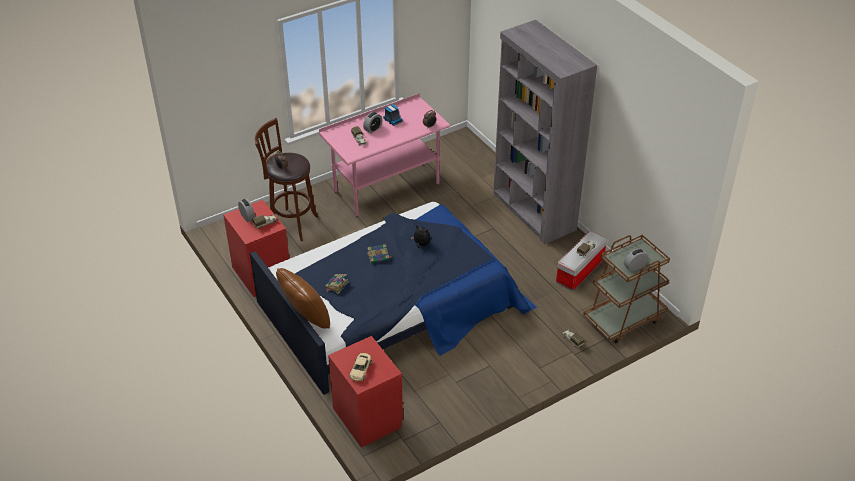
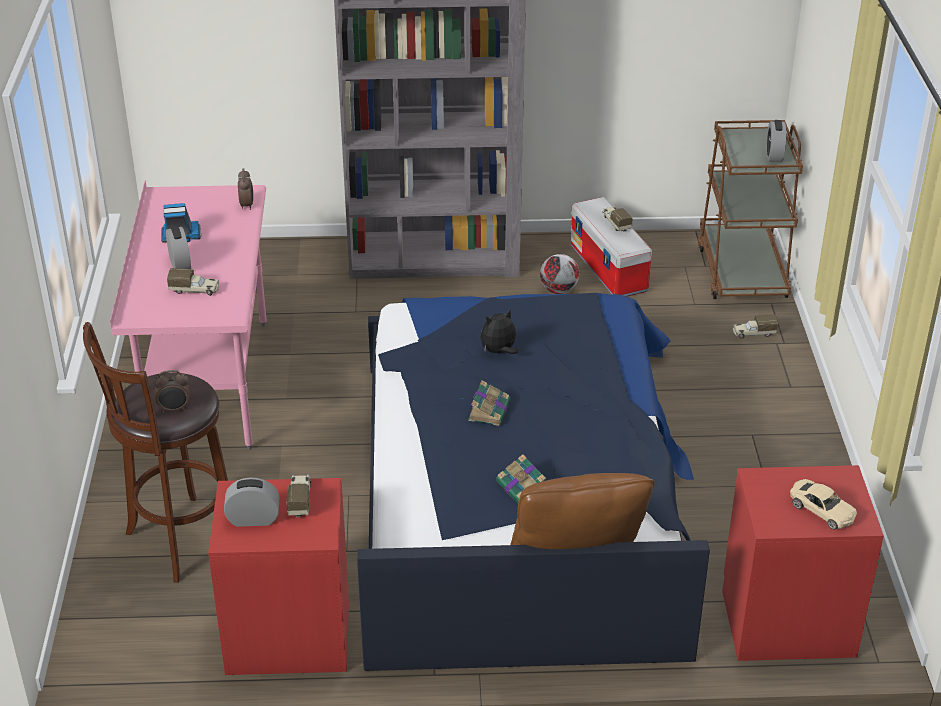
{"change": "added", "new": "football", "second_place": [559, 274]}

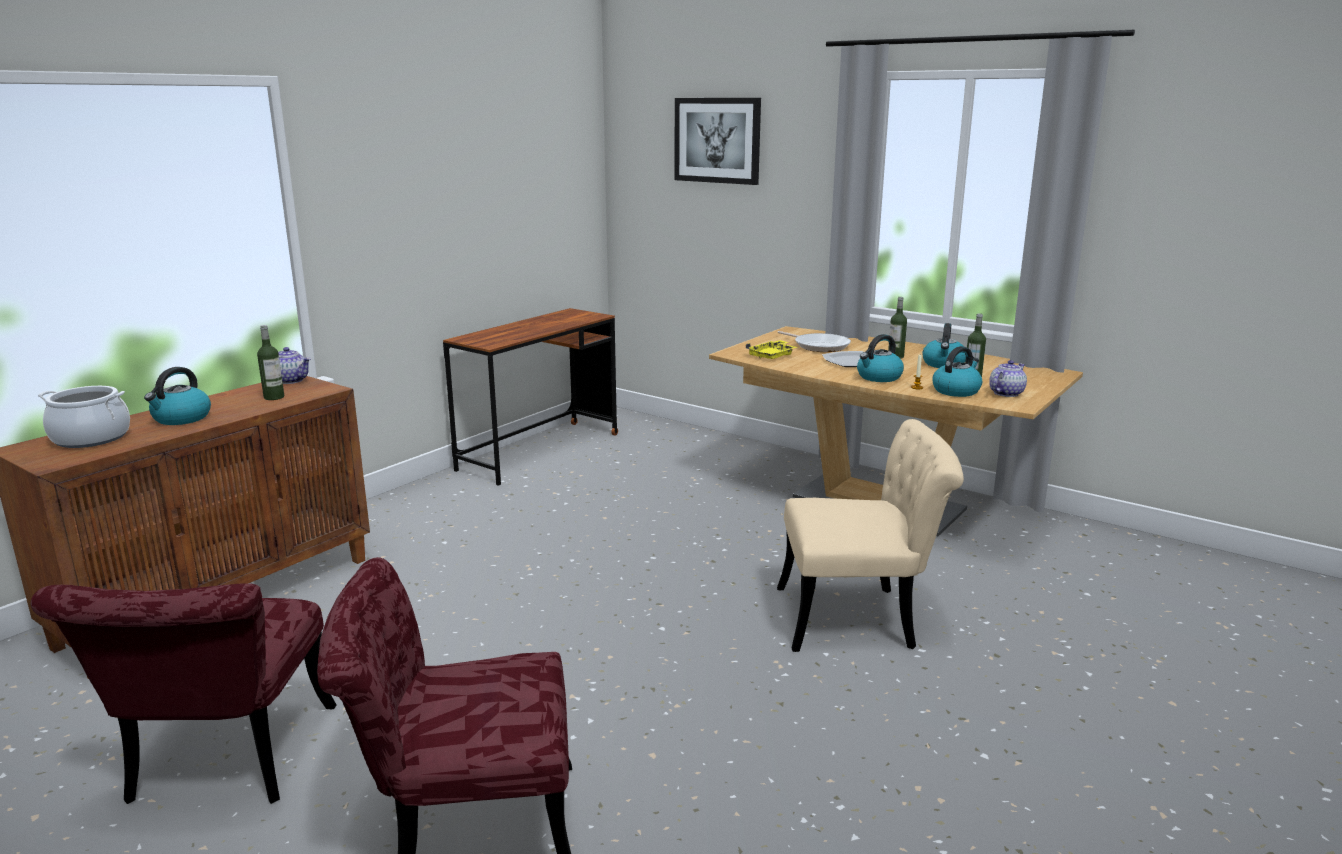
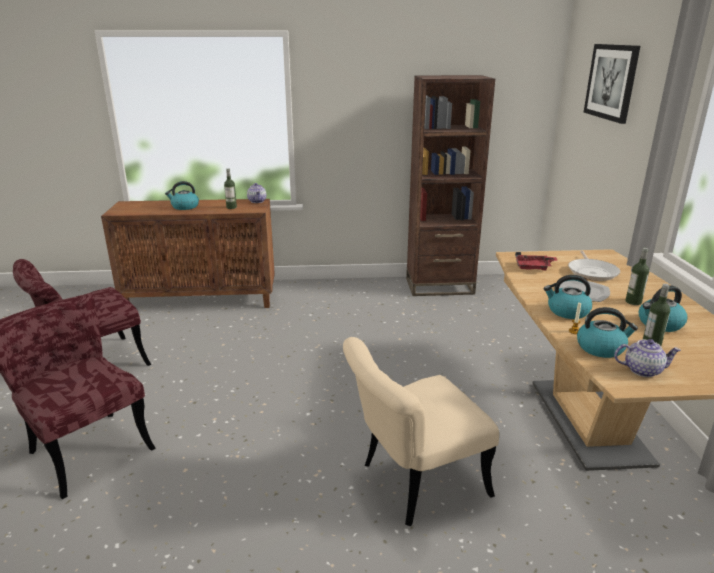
{"change": "replaced", "old": "desk in brown", "new": "bookcase in brown", "first_place": [530, 397], "second_place": [450, 185]}
{"change": "recoloured", "old": "tray in yellow", "new": "tray in red", "first_place": [771, 349], "second_place": [536, 261]}
{"change": "removed", "old": "cooking pot", "first_place": [84, 417]}
{"change": "turned", "old": "chair in beige", "first_place": [870, 535], "second_place": [421, 431], "degrees": 105}

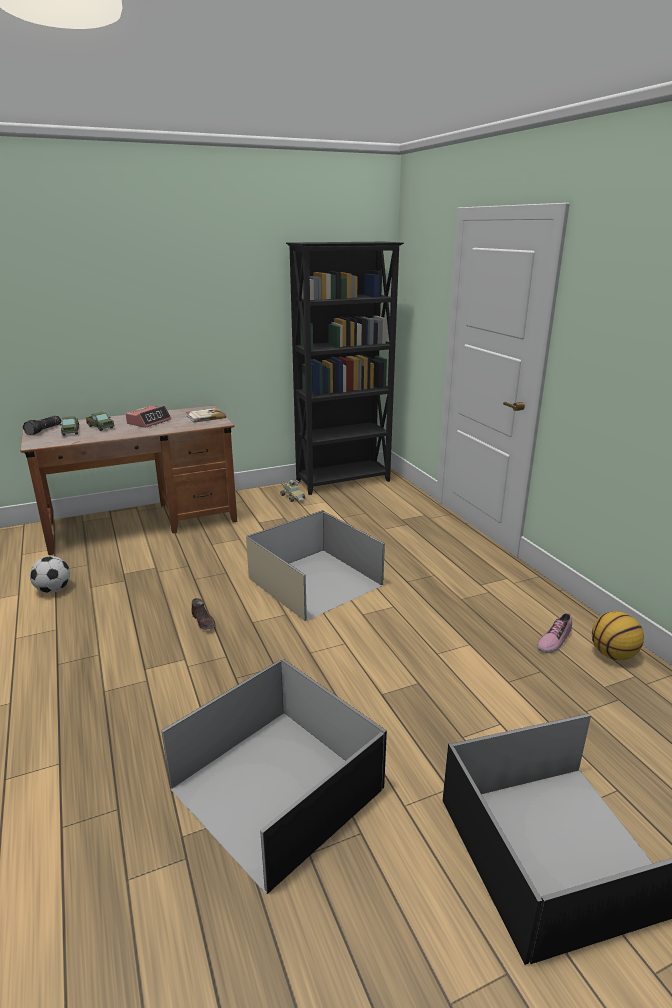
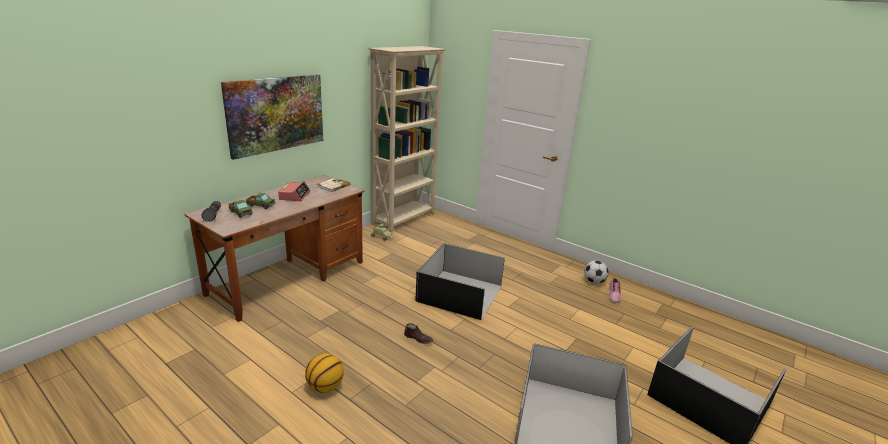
{"change": "recoloured", "old": "bookcase in black", "new": "bookcase in beige", "first_place": [345, 368], "second_place": [407, 139]}
{"change": "recoloured", "old": "storage box in beige", "new": "storage box in black", "first_place": [315, 565], "second_place": [460, 281]}
{"change": "moved", "old": "football", "first_place": [50, 574], "second_place": [596, 272]}
{"change": "moved", "old": "basketball", "first_place": [618, 635], "second_place": [324, 373]}
{"change": "added", "new": "picture", "second_place": [272, 117]}

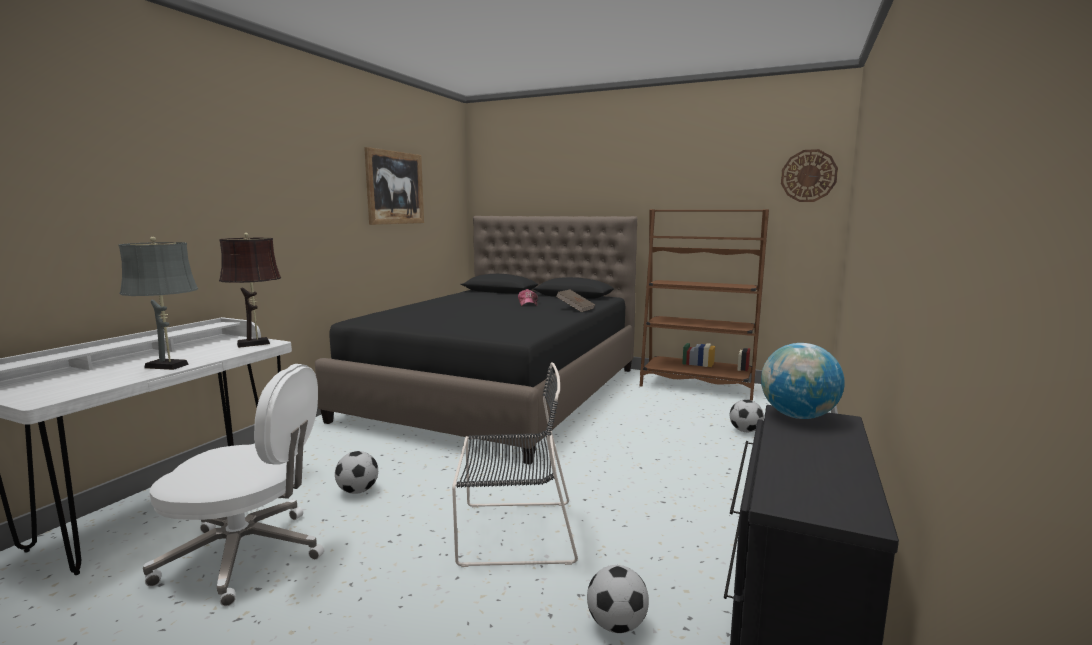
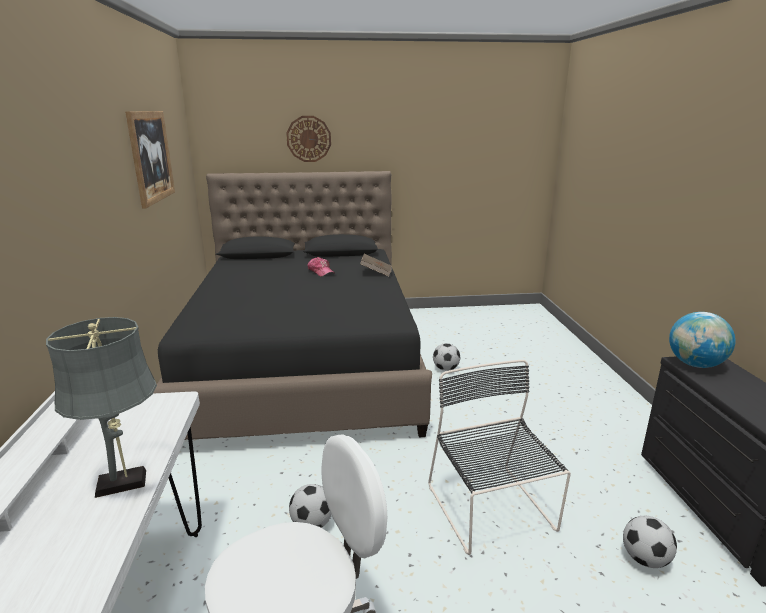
{"change": "moved", "old": "wall clock", "first_place": [809, 175], "second_place": [308, 139]}
{"change": "removed", "old": "bookcase in brown", "first_place": [704, 305]}
{"change": "removed", "old": "table lamp in brown", "first_place": [250, 290]}
{"change": "turned", "old": "chair in black", "first_place": [515, 464], "second_place": [499, 457], "degrees": -75}
{"change": "moved", "old": "football", "first_place": [747, 416], "second_place": [446, 357]}

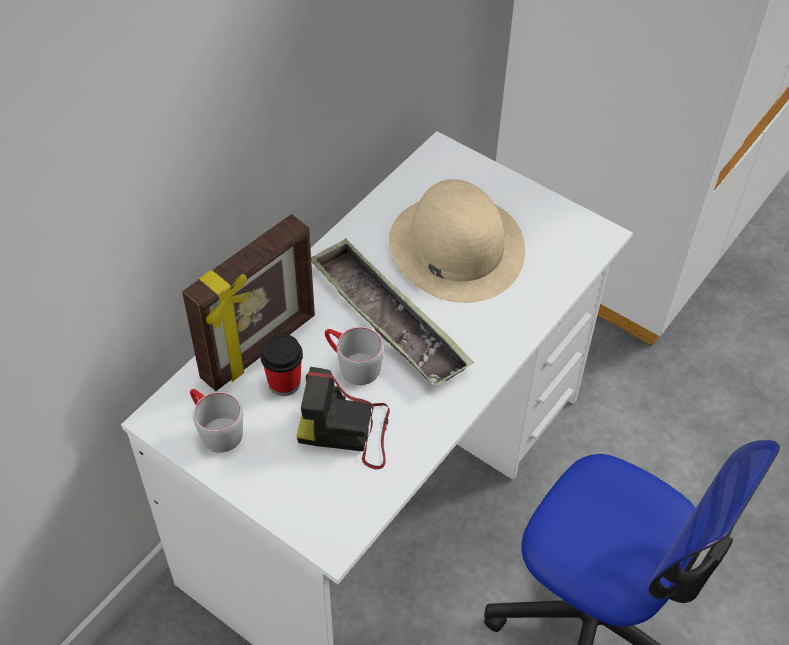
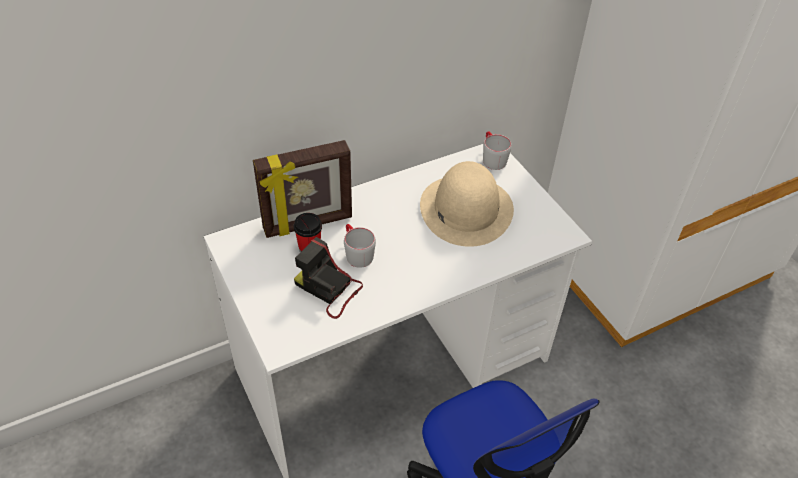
{"change": "removed", "old": "tray", "first_place": [392, 312]}
{"change": "moved", "old": "mug in grey", "first_place": [216, 421], "second_place": [497, 150]}

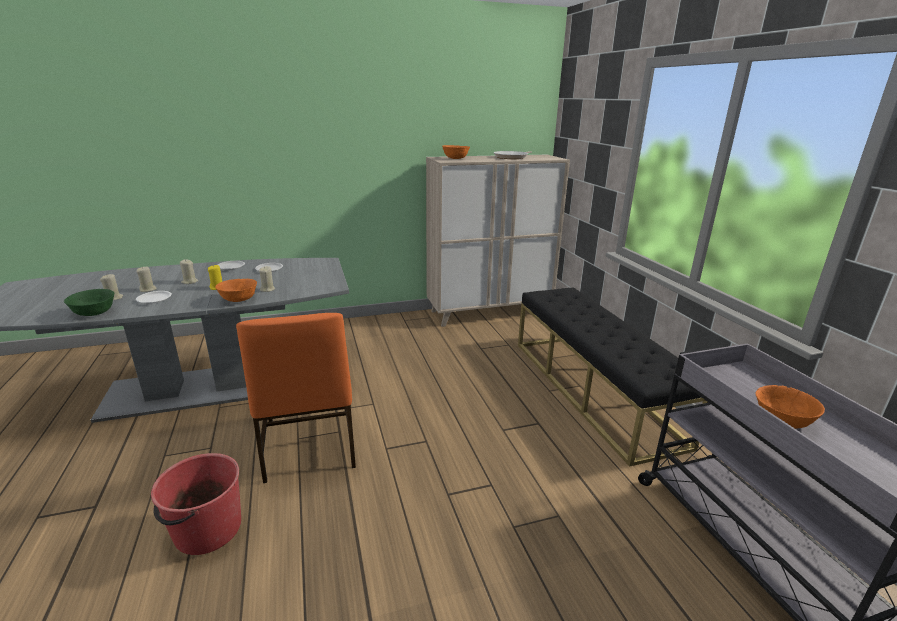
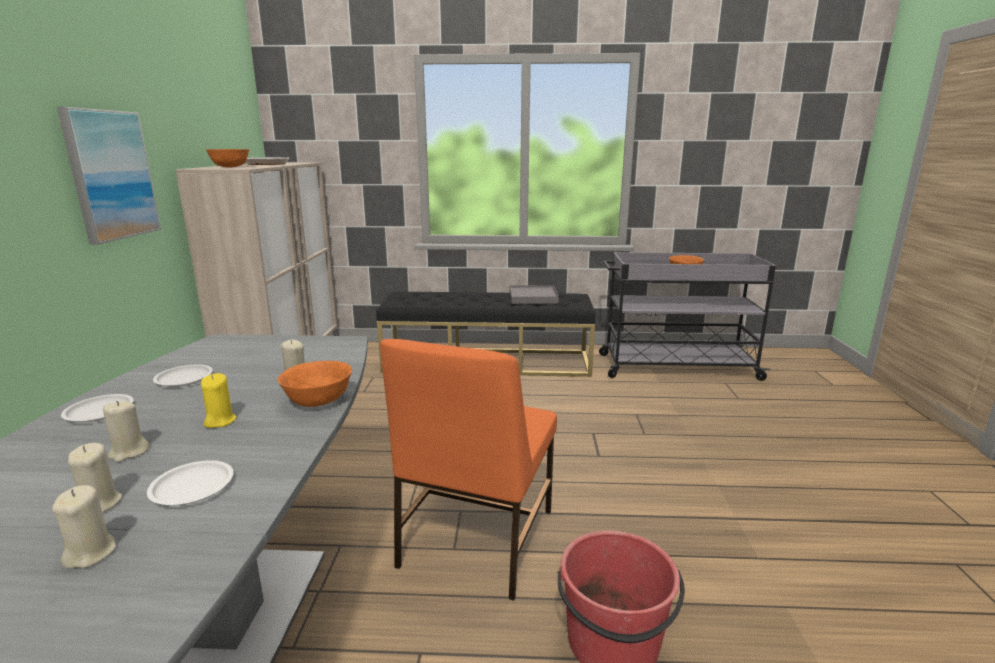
{"change": "removed", "old": "bowl in green", "first_place": [89, 302]}
{"change": "turned", "old": "chair in orange", "first_place": [296, 398], "second_place": [468, 469], "degrees": 105}
{"change": "added", "new": "picture", "second_place": [109, 176]}
{"change": "added", "new": "tray in grey", "second_place": [534, 294]}

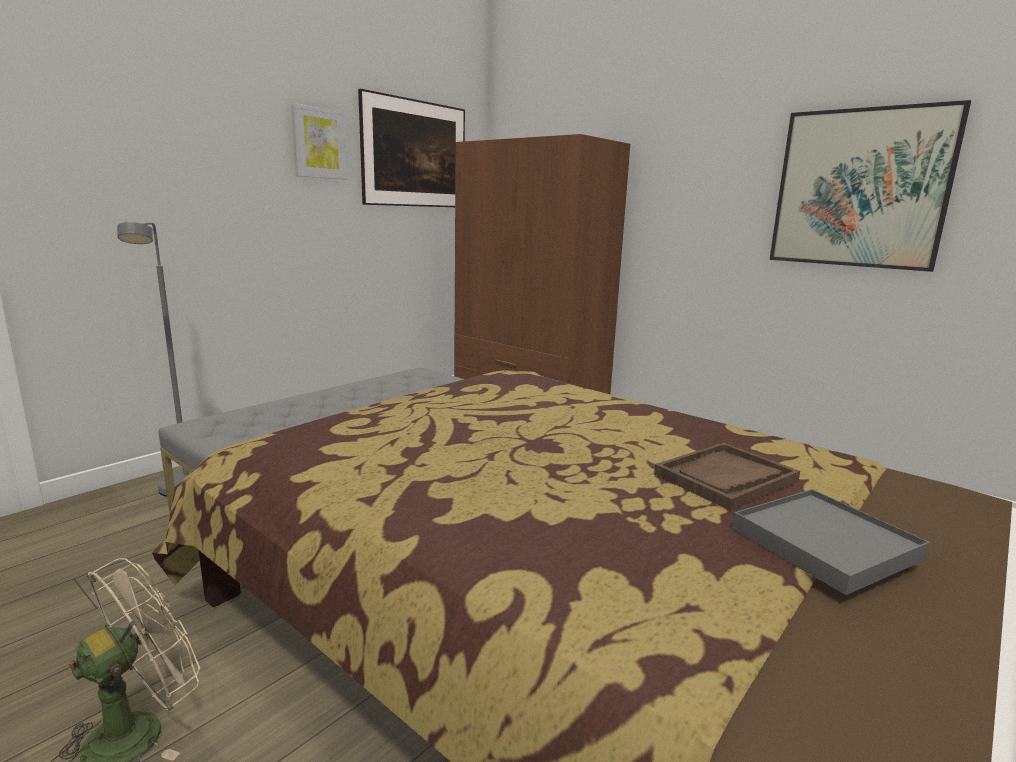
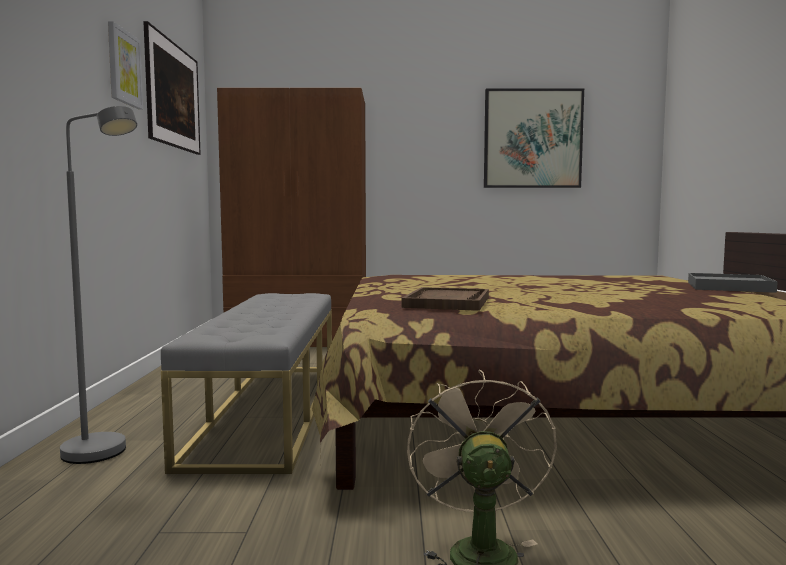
{"change": "moved", "old": "tray in brown", "first_place": [727, 476], "second_place": [445, 299]}

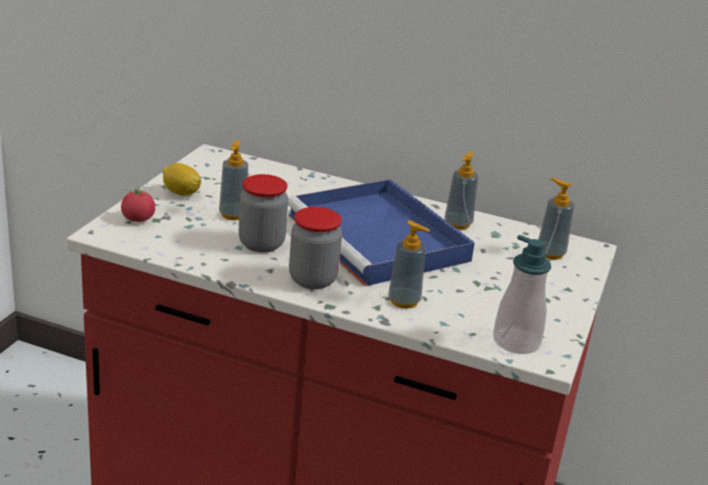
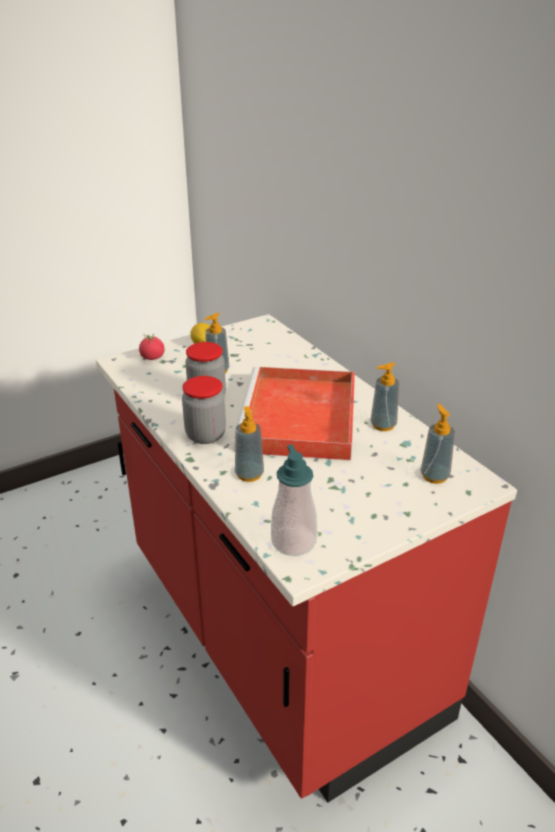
{"change": "recoloured", "old": "tray in blue", "new": "tray in red", "first_place": [381, 232], "second_place": [294, 413]}

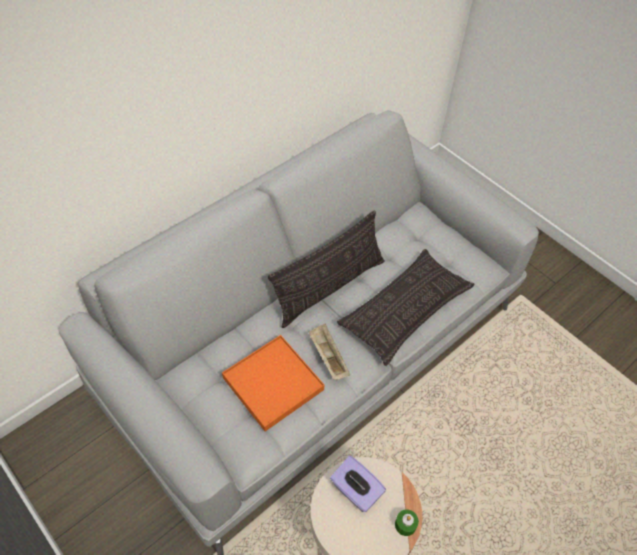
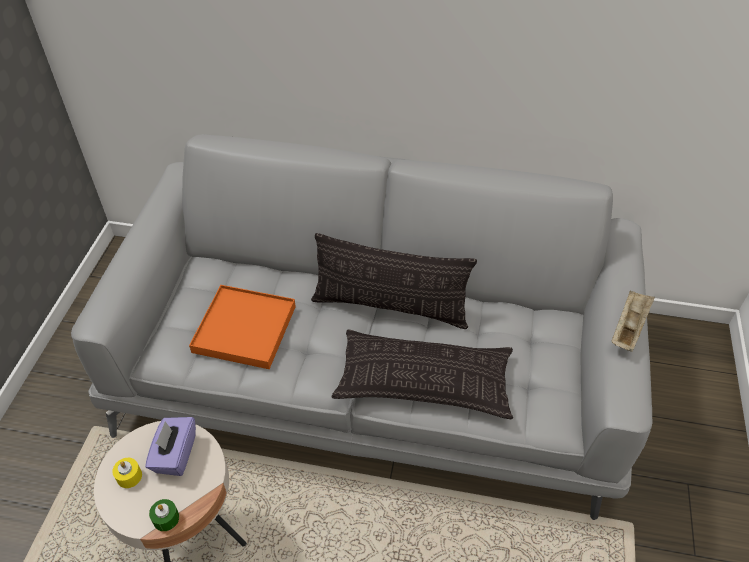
{"change": "moved", "old": "tray in beige", "first_place": [329, 352], "second_place": [633, 321]}
{"change": "added", "new": "candle in yellow", "second_place": [127, 473]}

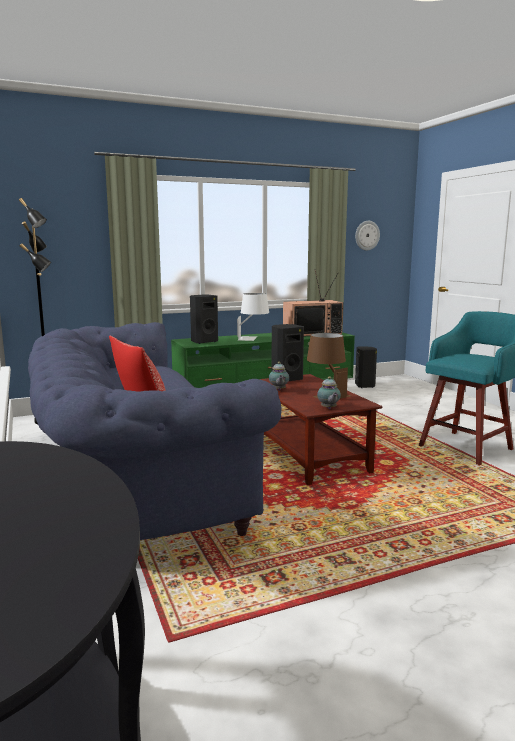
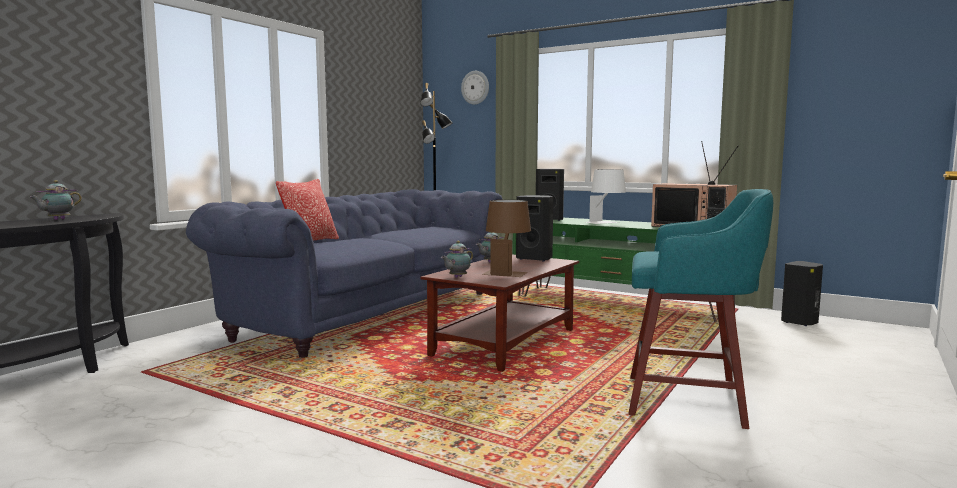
{"change": "moved", "old": "wall clock", "first_place": [367, 235], "second_place": [475, 88]}
{"change": "added", "new": "teapot", "second_place": [55, 200]}

